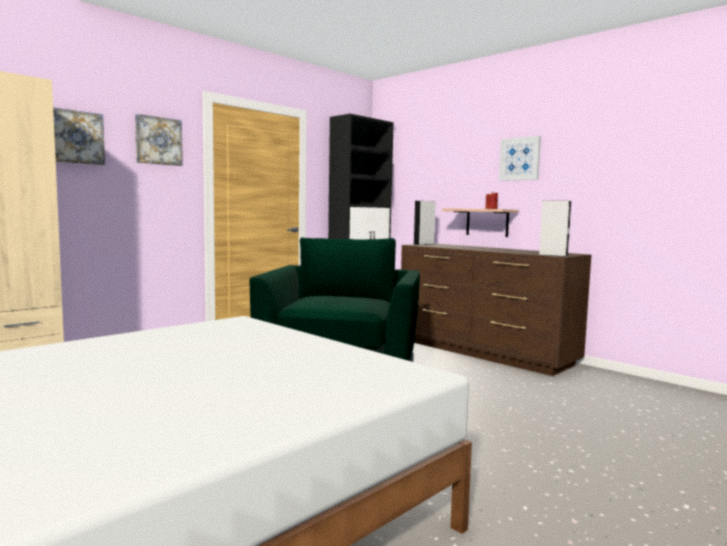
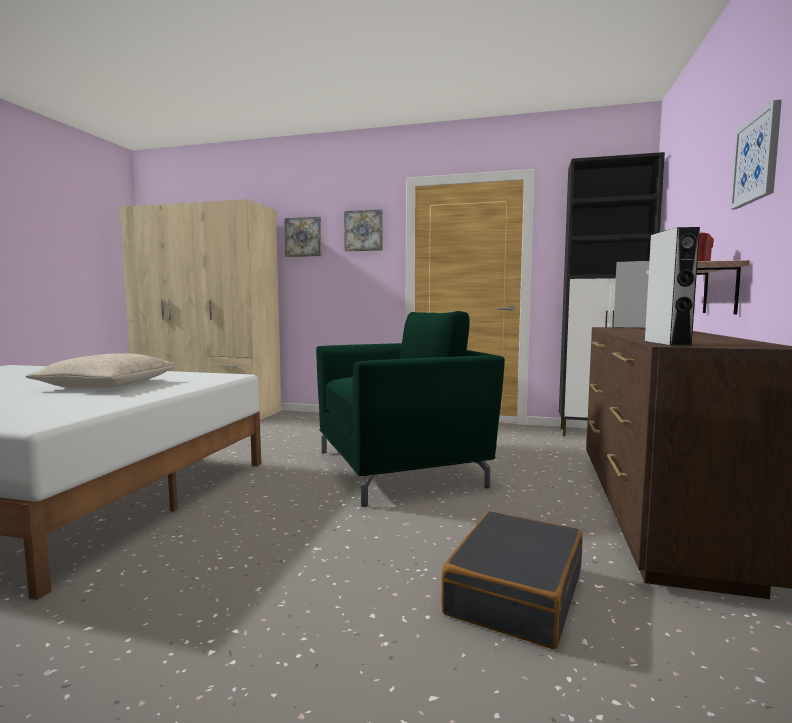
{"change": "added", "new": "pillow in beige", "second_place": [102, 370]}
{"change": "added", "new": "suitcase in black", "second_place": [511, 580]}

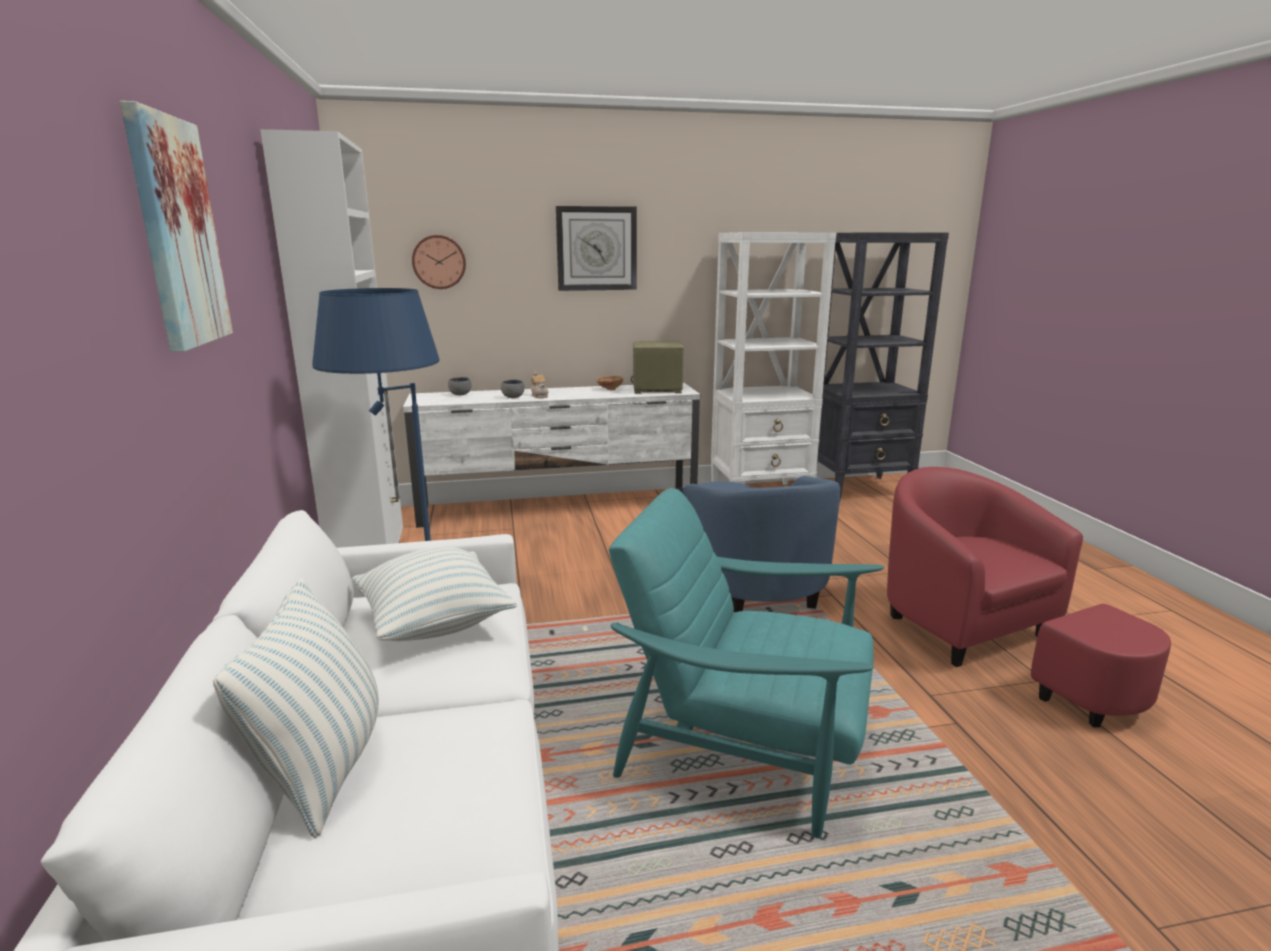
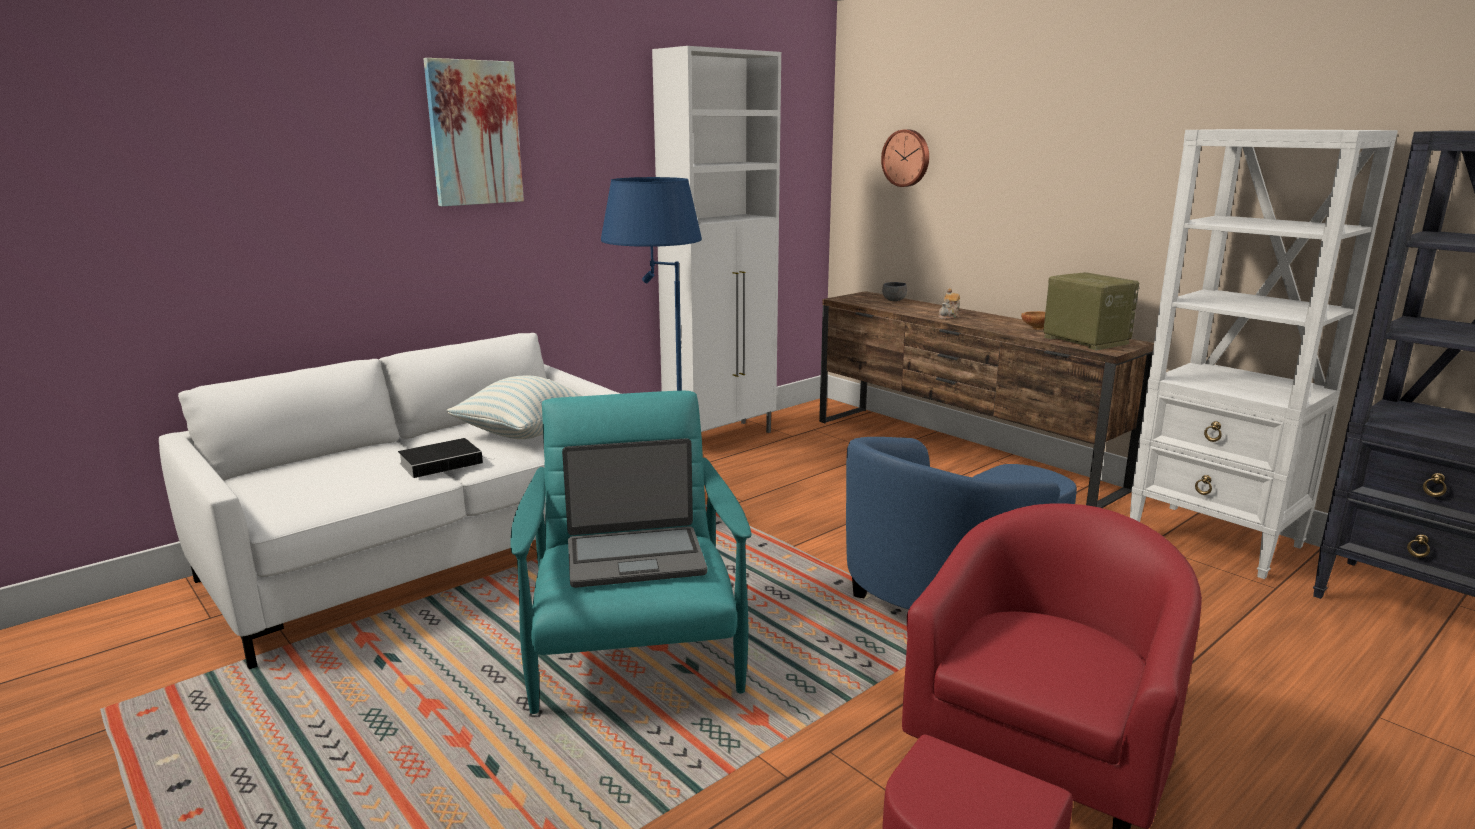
{"change": "removed", "old": "wall clock", "first_place": [596, 248]}
{"change": "removed", "old": "bowl in grey", "first_place": [513, 389]}
{"change": "recoloured", "old": "tv stand in white", "new": "tv stand in brown", "first_place": [551, 455], "second_place": [986, 399]}
{"change": "removed", "old": "pillow", "first_place": [295, 708]}
{"change": "added", "new": "book", "second_place": [446, 458]}
{"change": "added", "new": "laptop", "second_place": [634, 513]}

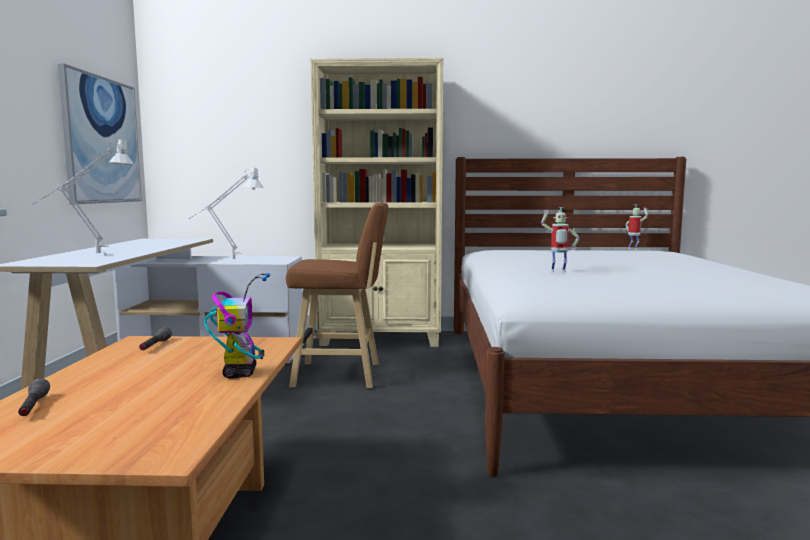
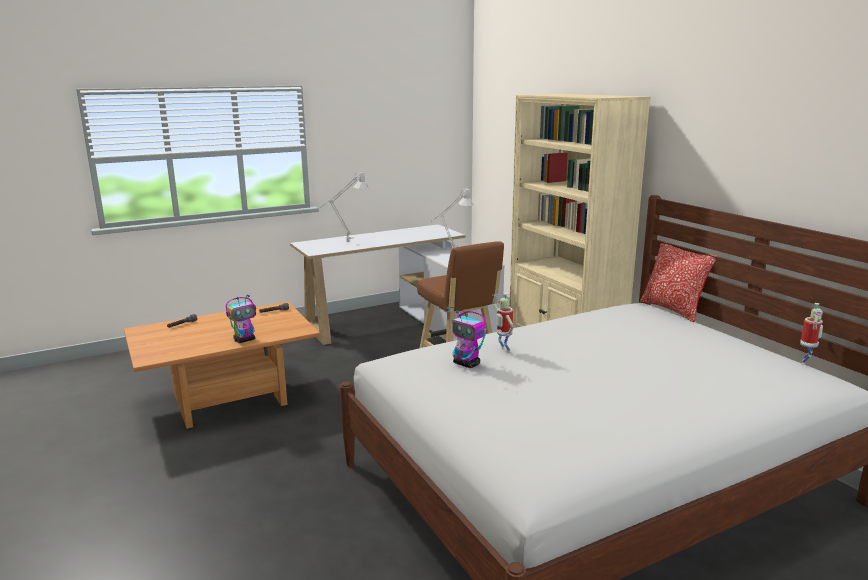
{"change": "removed", "old": "picture", "first_place": [100, 133]}
{"change": "added", "new": "pillow", "second_place": [679, 281]}
{"change": "added", "new": "toy robot", "second_place": [466, 337]}

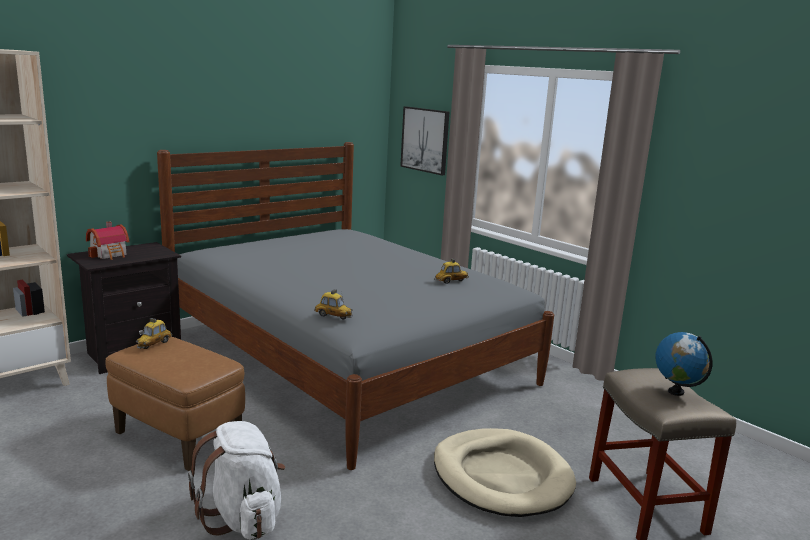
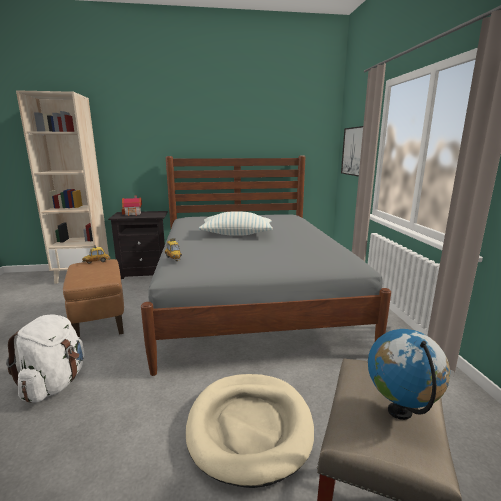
{"change": "removed", "old": "toy car", "first_place": [451, 271]}
{"change": "added", "new": "pillow", "second_place": [236, 223]}

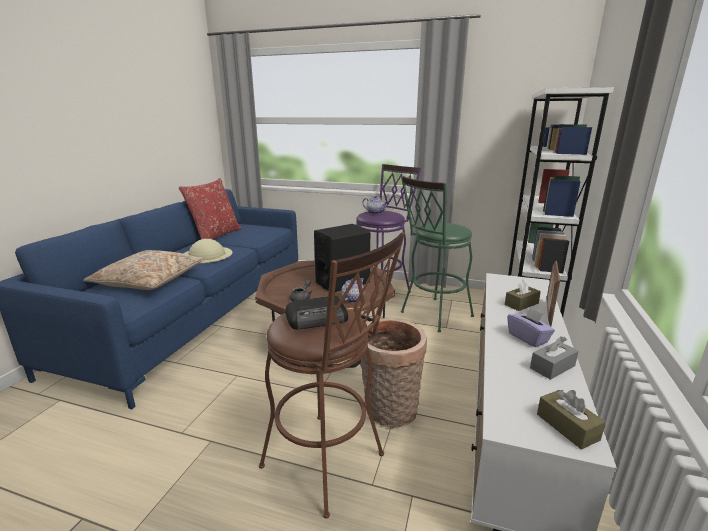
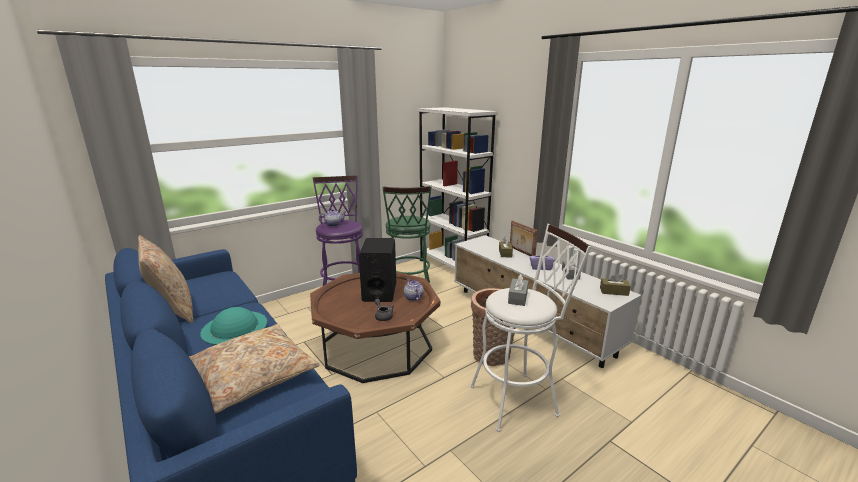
{"change": "recoloured", "old": "pillow in red", "new": "pillow in beige", "first_place": [210, 209], "second_place": [165, 279]}
{"change": "recoloured", "old": "stool in brown", "new": "stool in white", "first_place": [332, 375], "second_place": [530, 328]}
{"change": "recoloured", "old": "hat in beige", "new": "hat in turquoise", "first_place": [207, 251], "second_place": [233, 326]}
{"change": "replaced", "old": "radio", "new": "tissue box in grey", "first_place": [316, 313], "second_place": [518, 290]}

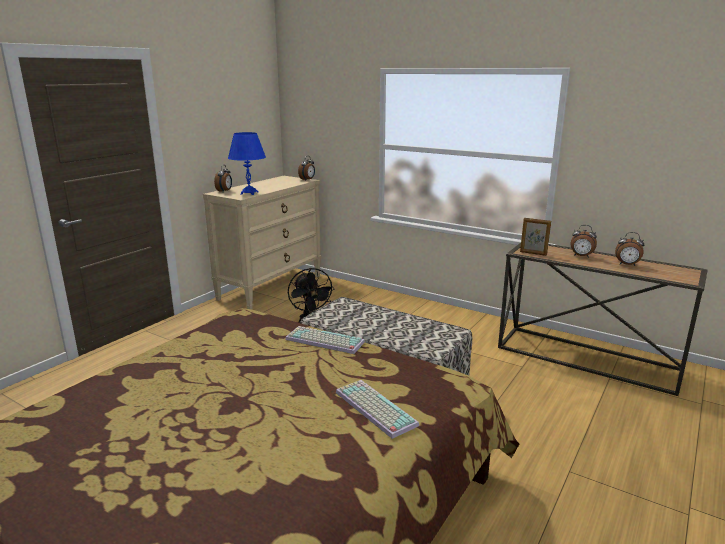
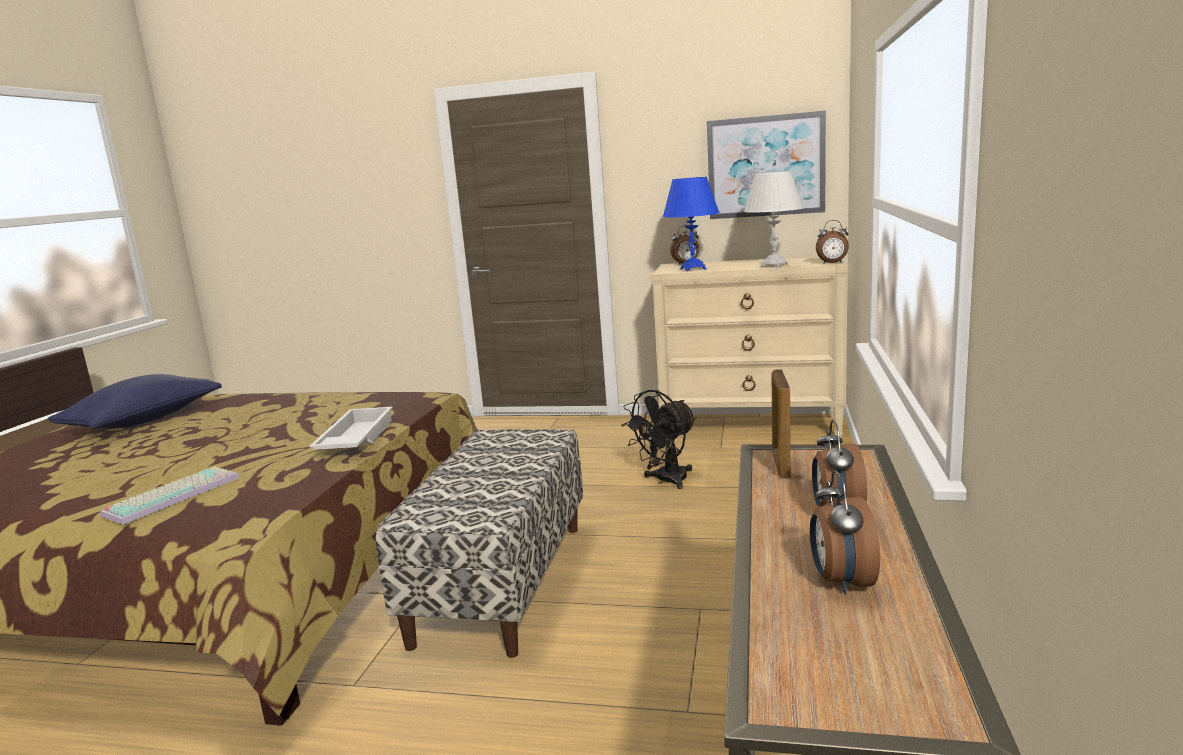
{"change": "replaced", "old": "keyboard", "new": "tray in white", "first_place": [325, 340], "second_place": [351, 428]}
{"change": "added", "new": "picture", "second_place": [766, 165]}
{"change": "added", "new": "table lamp in white", "second_place": [774, 219]}
{"change": "added", "new": "pillow in blue", "second_place": [135, 401]}

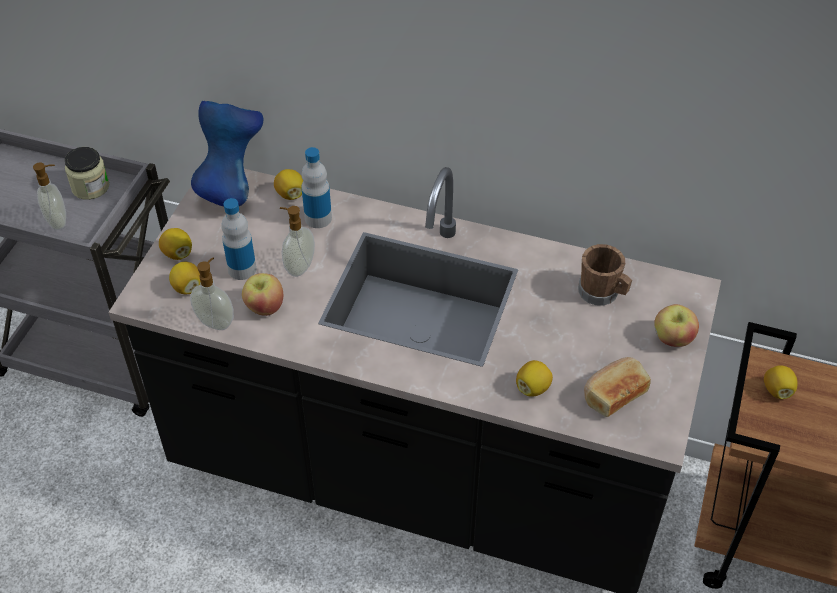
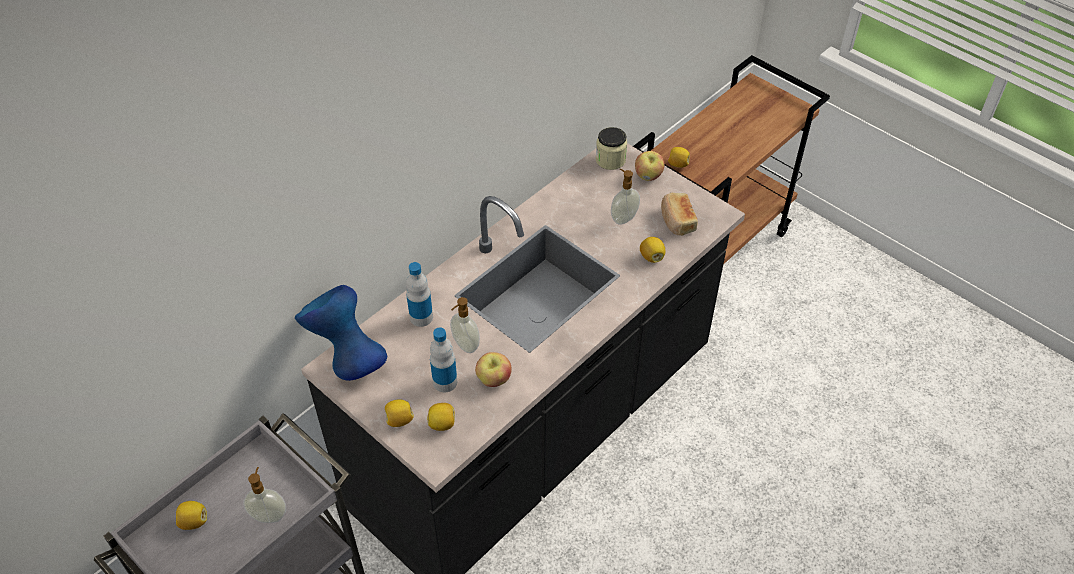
{"change": "moved", "old": "jar", "first_place": [87, 173], "second_place": [611, 148]}
{"change": "moved", "old": "lemon", "first_place": [288, 184], "second_place": [191, 515]}
{"change": "removed", "old": "mug in brown", "first_place": [605, 275]}
{"change": "moved", "old": "soap dispenser", "first_place": [212, 293], "second_place": [625, 197]}

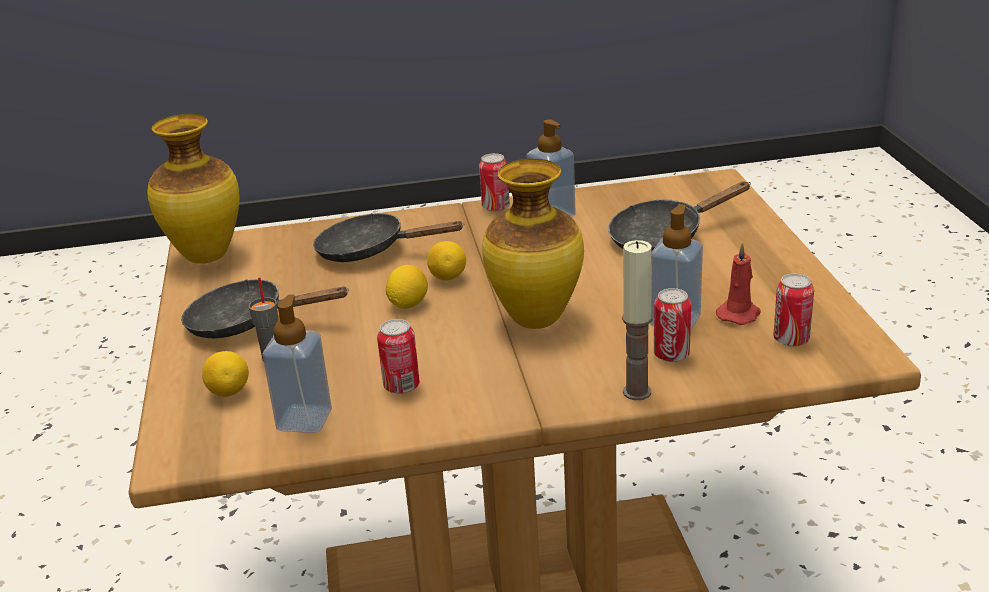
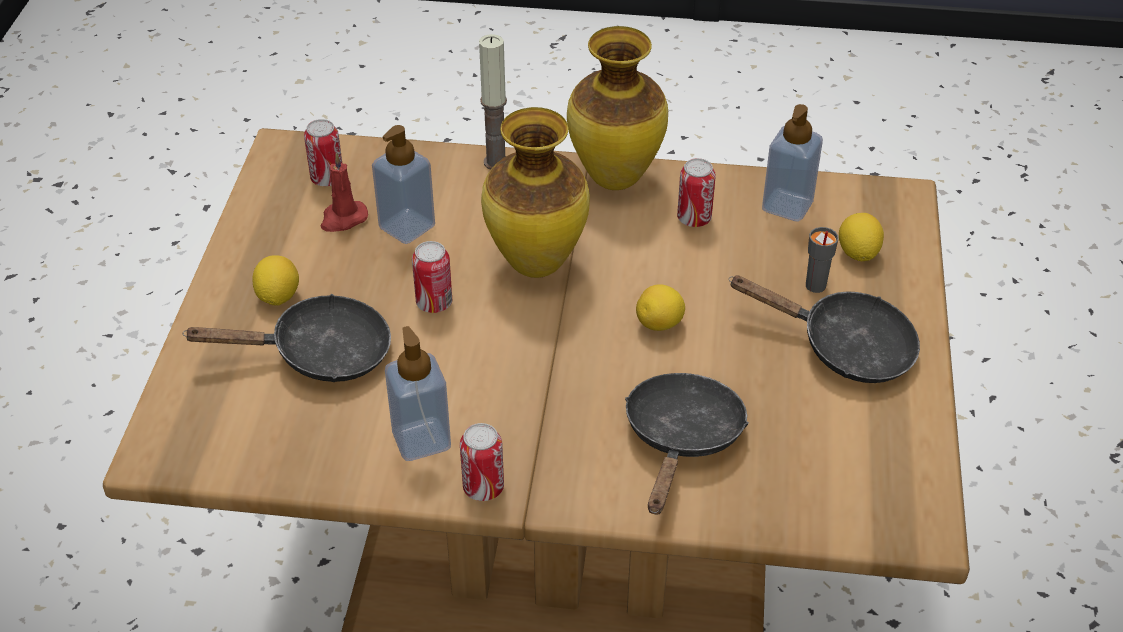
{"change": "moved", "old": "vase", "first_place": [193, 189], "second_place": [617, 108]}
{"change": "turned", "old": "frying pan in black", "first_place": [388, 237], "second_place": [687, 444], "degrees": -105}
{"change": "moved", "old": "lemon", "first_place": [446, 261], "second_place": [275, 280]}
{"change": "moved", "old": "can", "first_place": [672, 325], "second_place": [432, 277]}

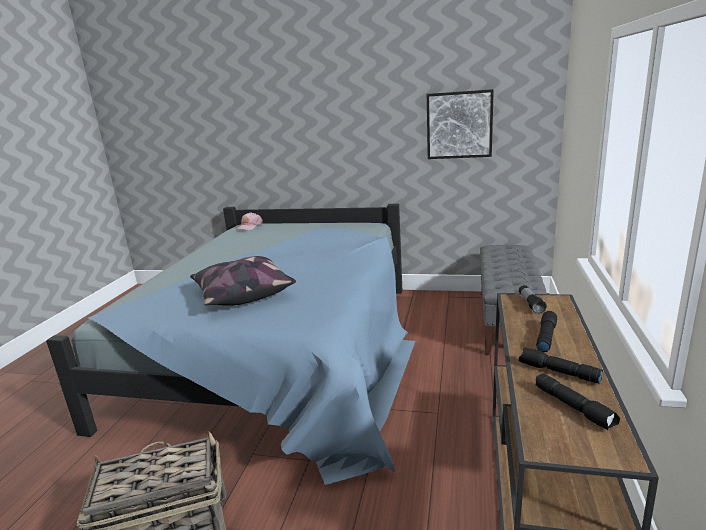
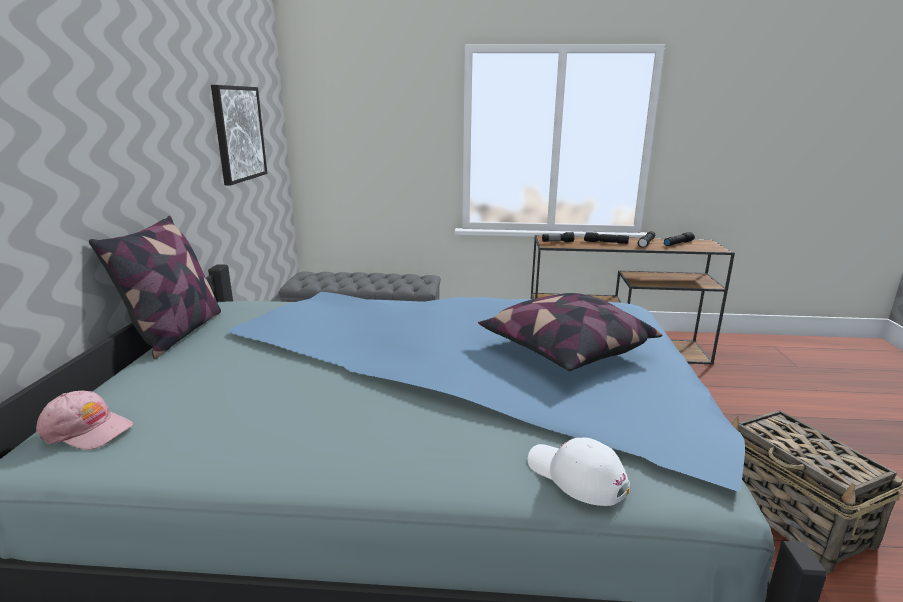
{"change": "added", "new": "pillow", "second_place": [155, 287]}
{"change": "added", "new": "cap in white", "second_place": [579, 472]}

